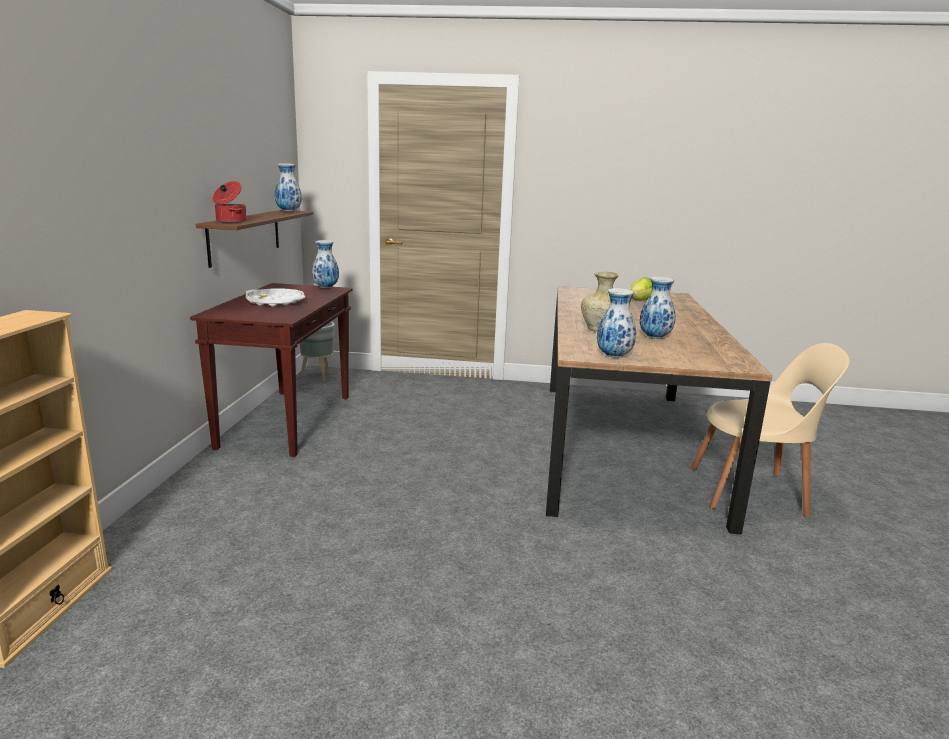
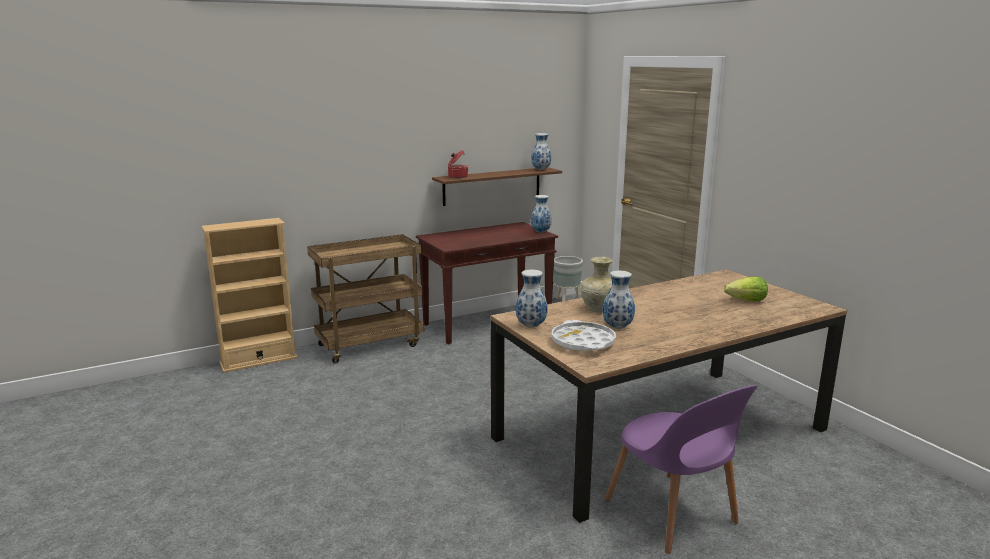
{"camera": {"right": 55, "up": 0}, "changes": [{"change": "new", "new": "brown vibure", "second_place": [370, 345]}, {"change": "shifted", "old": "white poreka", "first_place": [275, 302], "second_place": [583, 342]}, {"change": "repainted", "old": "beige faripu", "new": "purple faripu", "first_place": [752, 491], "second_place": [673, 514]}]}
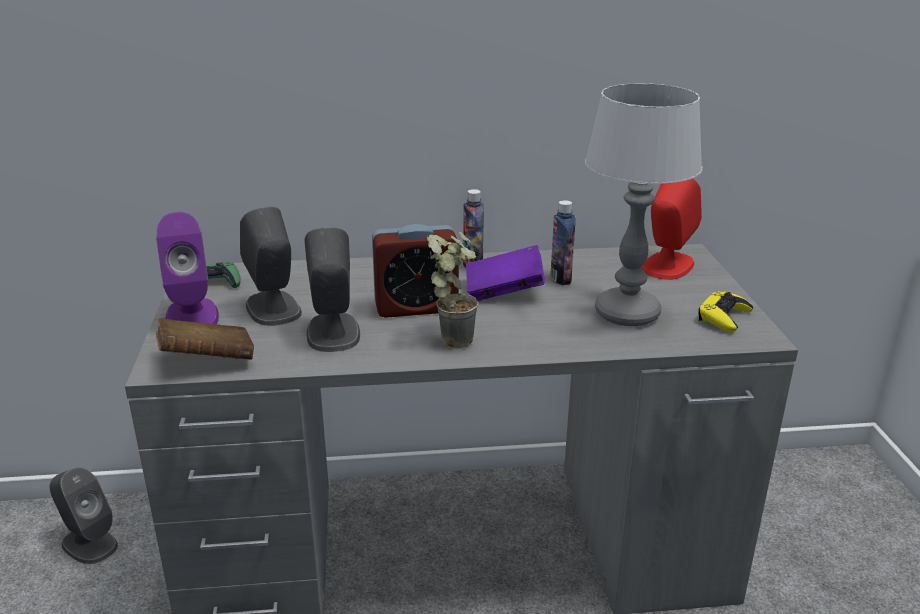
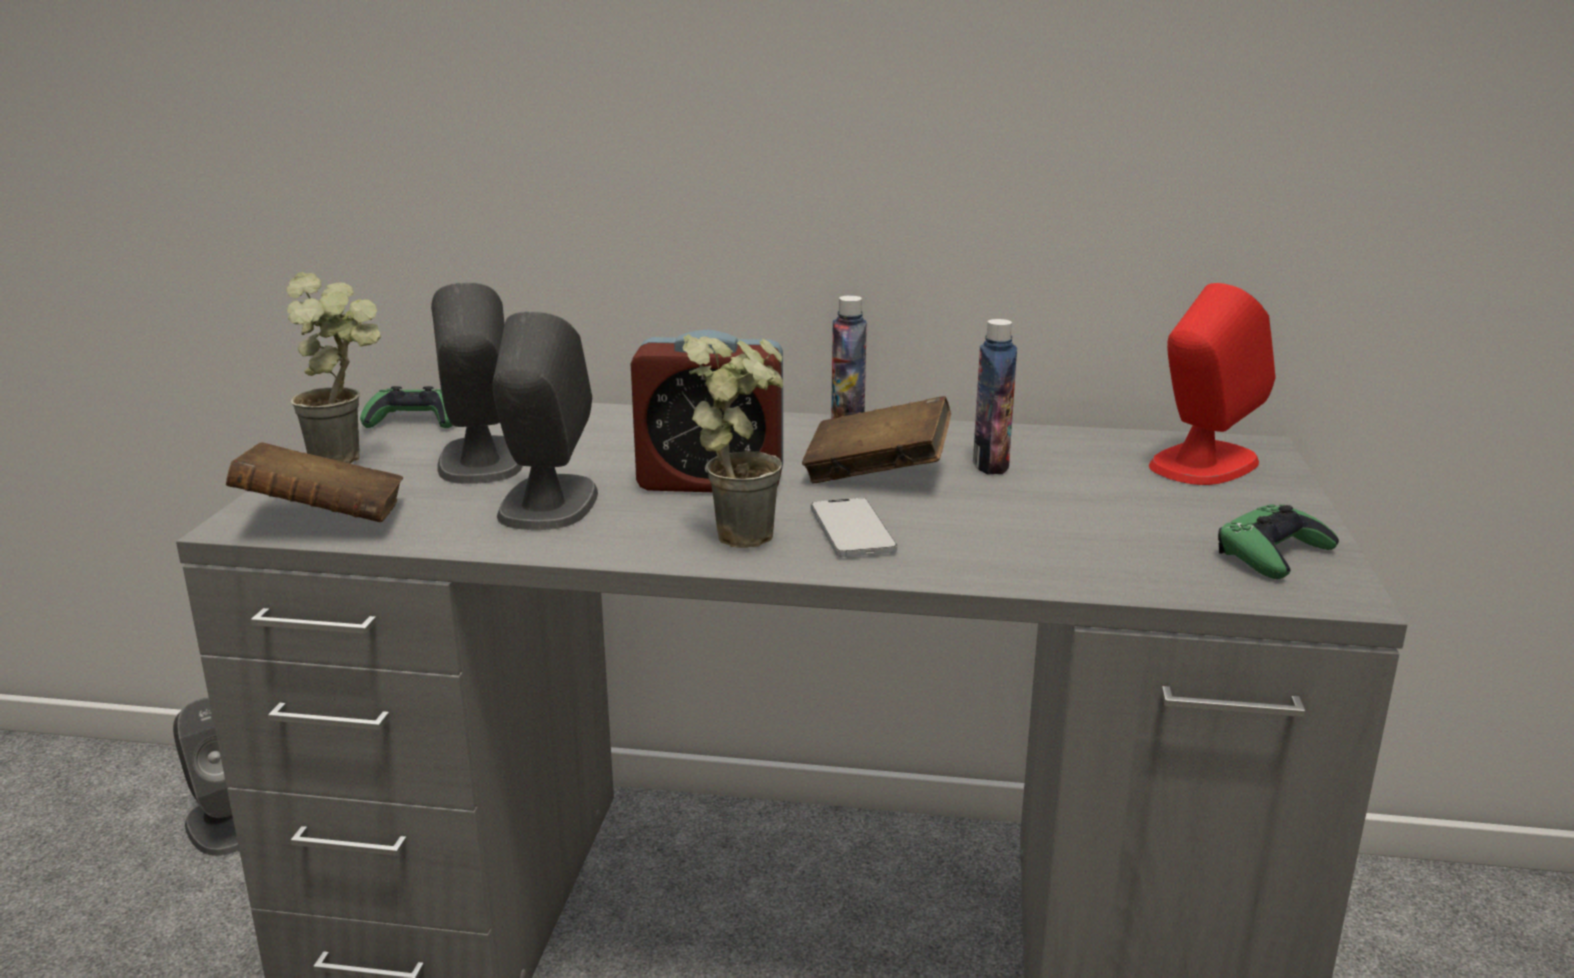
{"camera": {"right": 15, "up": -5}, "changes": [{"change": "swapped", "old": "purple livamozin", "new": "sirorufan", "first_place": [192, 316], "second_place": [351, 459]}, {"change": "repainted", "old": "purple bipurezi", "new": "brown bipurezi", "first_place": [504, 292], "second_place": [876, 474]}, {"change": "new", "new": "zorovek", "second_place": [852, 530]}, {"change": "repainted", "old": "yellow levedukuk", "new": "green levedukuk", "first_place": [723, 317], "second_place": [1273, 554]}, {"change": "gone", "old": "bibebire", "first_place": [628, 314]}]}
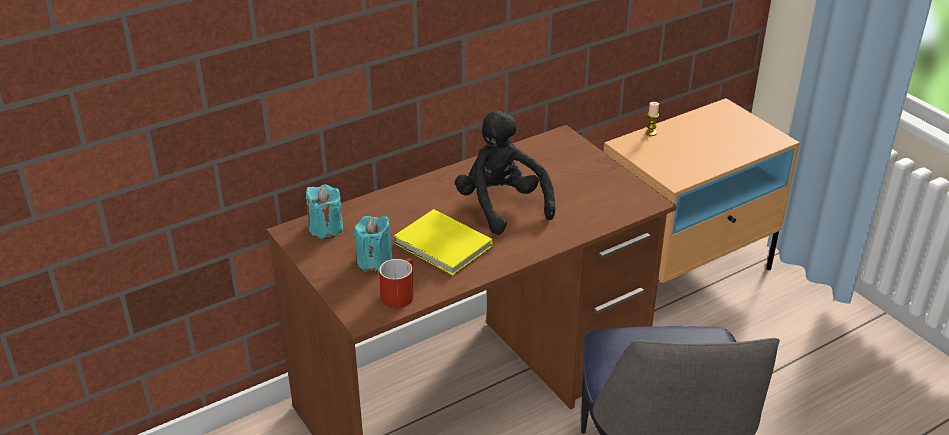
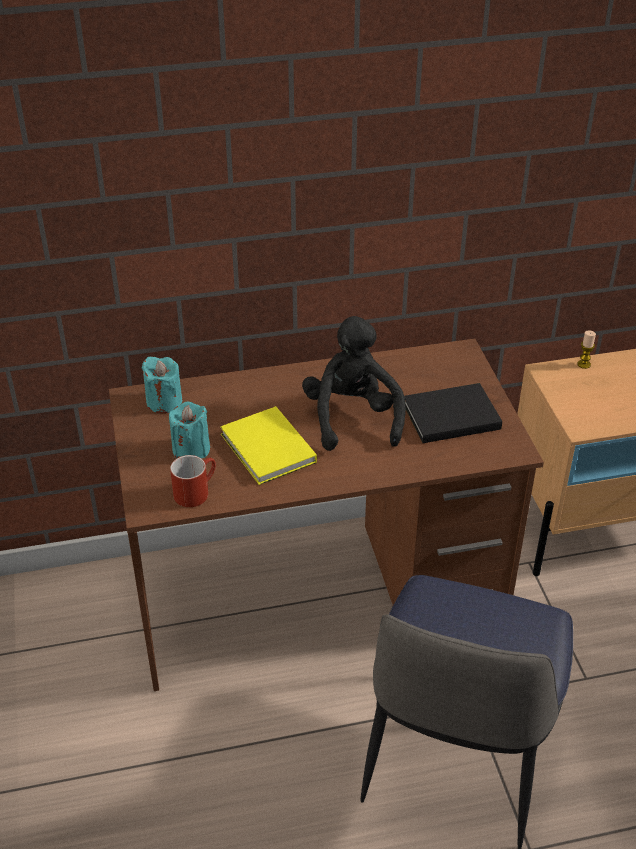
{"camera": {"right": 20, "up": 5}, "changes": [{"change": "new", "new": "black bipurezi", "second_place": [448, 416]}]}
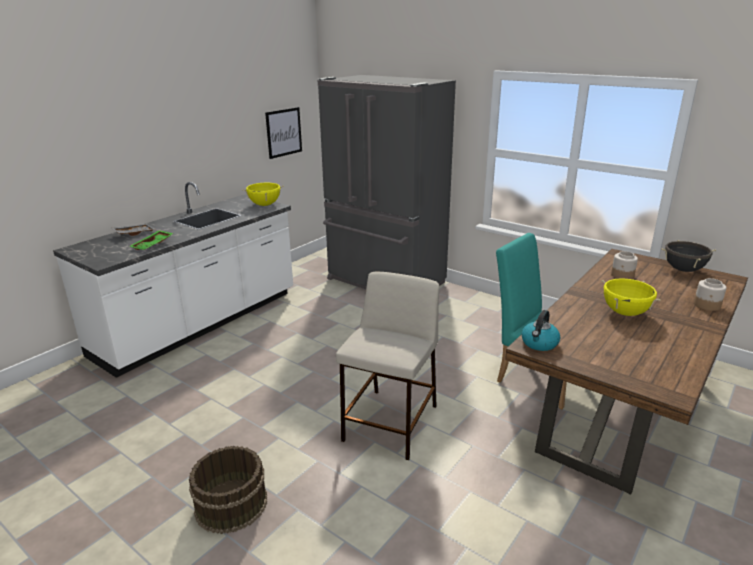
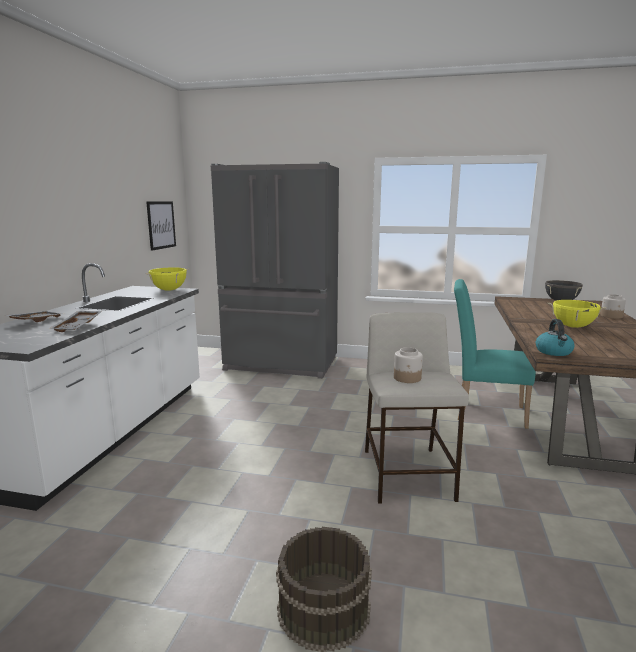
{"camera": {"right": -25, "up": -10}, "changes": [{"change": "repainted", "old": "green poreka", "new": "grey poreka", "first_place": [153, 245], "second_place": [78, 326]}, {"change": "shifted", "old": "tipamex", "first_place": [622, 275], "second_place": [407, 378]}]}
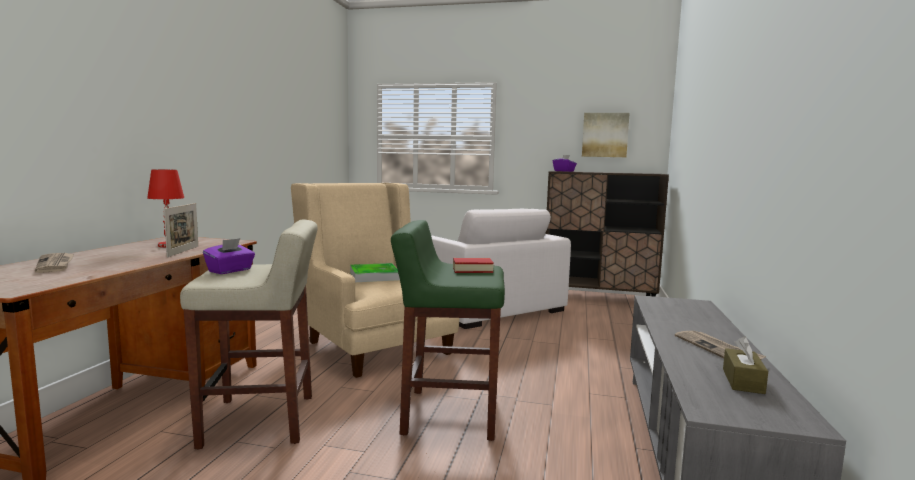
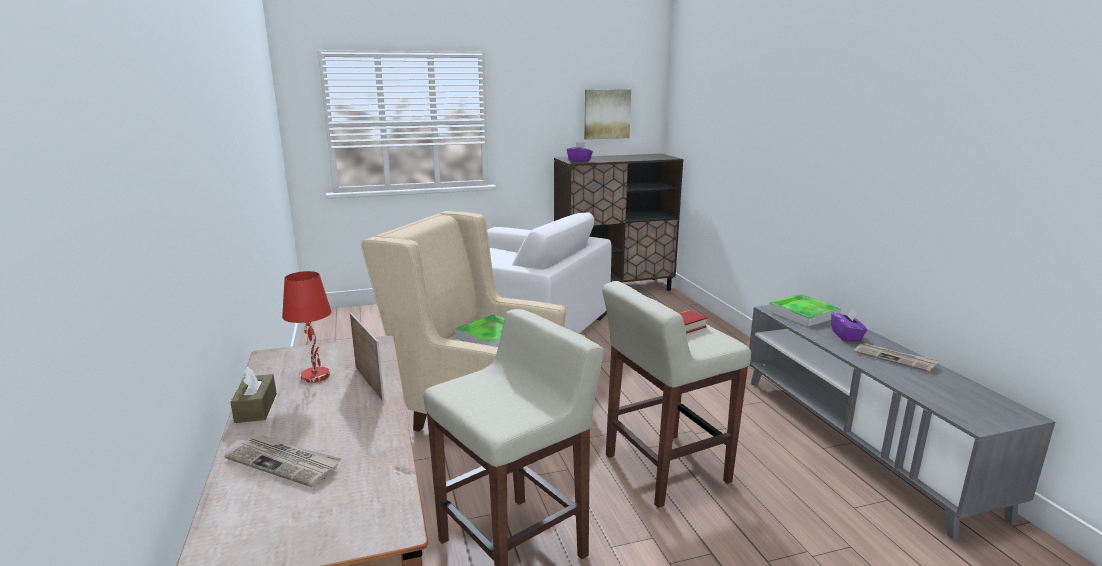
{"camera": {"right": -30, "up": 10}, "changes": [{"change": "shifted", "old": "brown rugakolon", "first_place": [743, 381], "second_place": [256, 408]}, {"change": "repainted", "old": "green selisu", "new": "beige selisu", "first_place": [448, 414], "second_place": [664, 469]}, {"change": "new", "new": "poreka", "second_place": [803, 314]}, {"change": "shifted", "old": "purple rugakolon", "first_place": [230, 270], "second_place": [846, 336]}]}
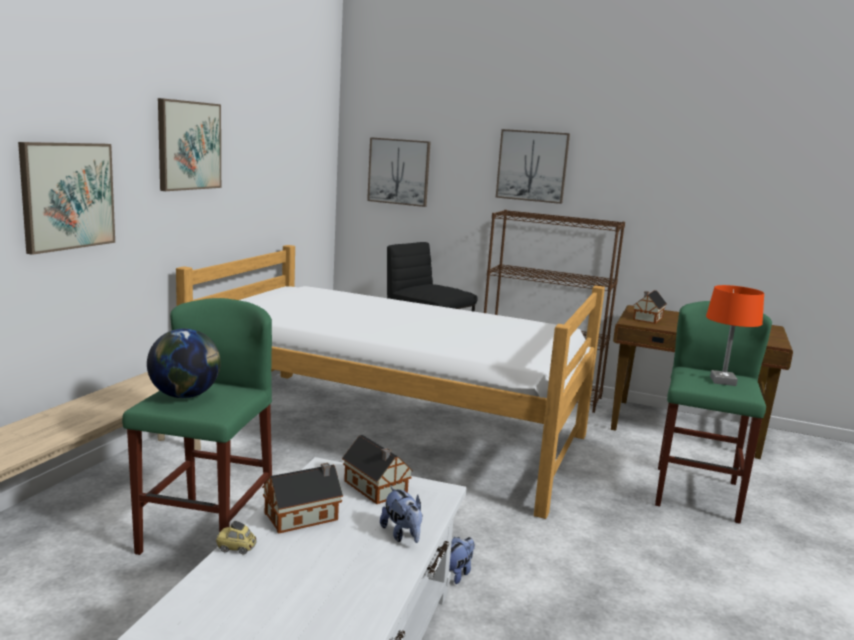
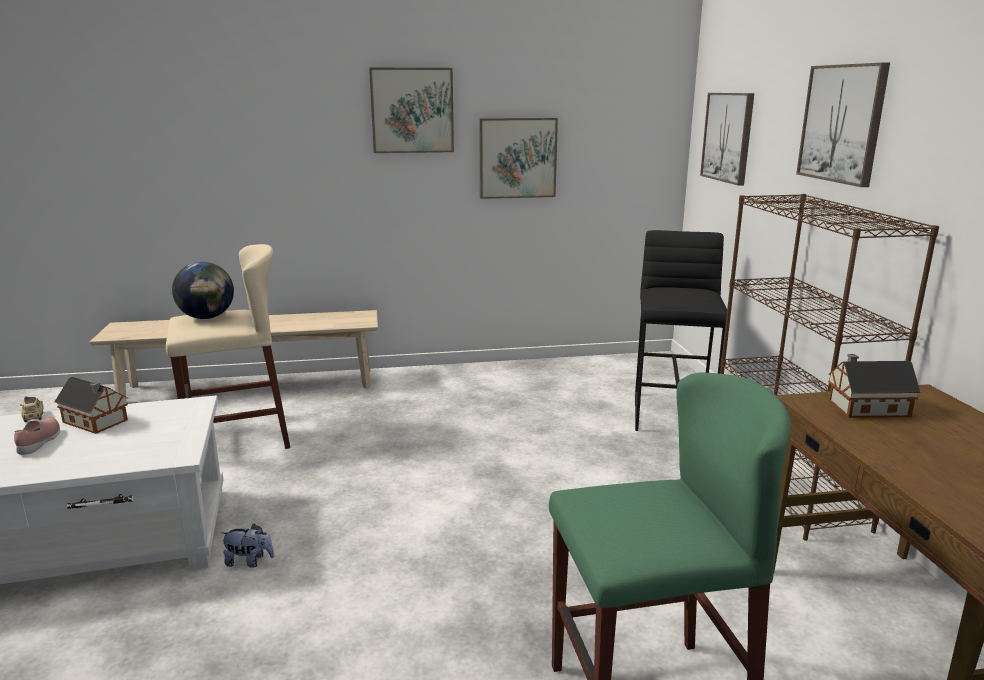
{"camera": {"right": 60, "up": 5}, "changes": [{"change": "new", "new": "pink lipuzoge", "second_place": [40, 442]}, {"change": "repainted", "old": "green selisu", "new": "beige selisu", "first_place": [207, 532], "second_place": [238, 438]}, {"change": "shifted", "old": "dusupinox", "first_place": [67, 196], "second_place": [517, 158]}, {"change": "gone", "old": "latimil", "first_place": [389, 431]}, {"change": "gone", "old": "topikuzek", "first_place": [376, 488]}, {"change": "gone", "old": "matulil", "first_place": [402, 535]}, {"change": "gone", "old": "orange bibebire", "first_place": [722, 381]}]}
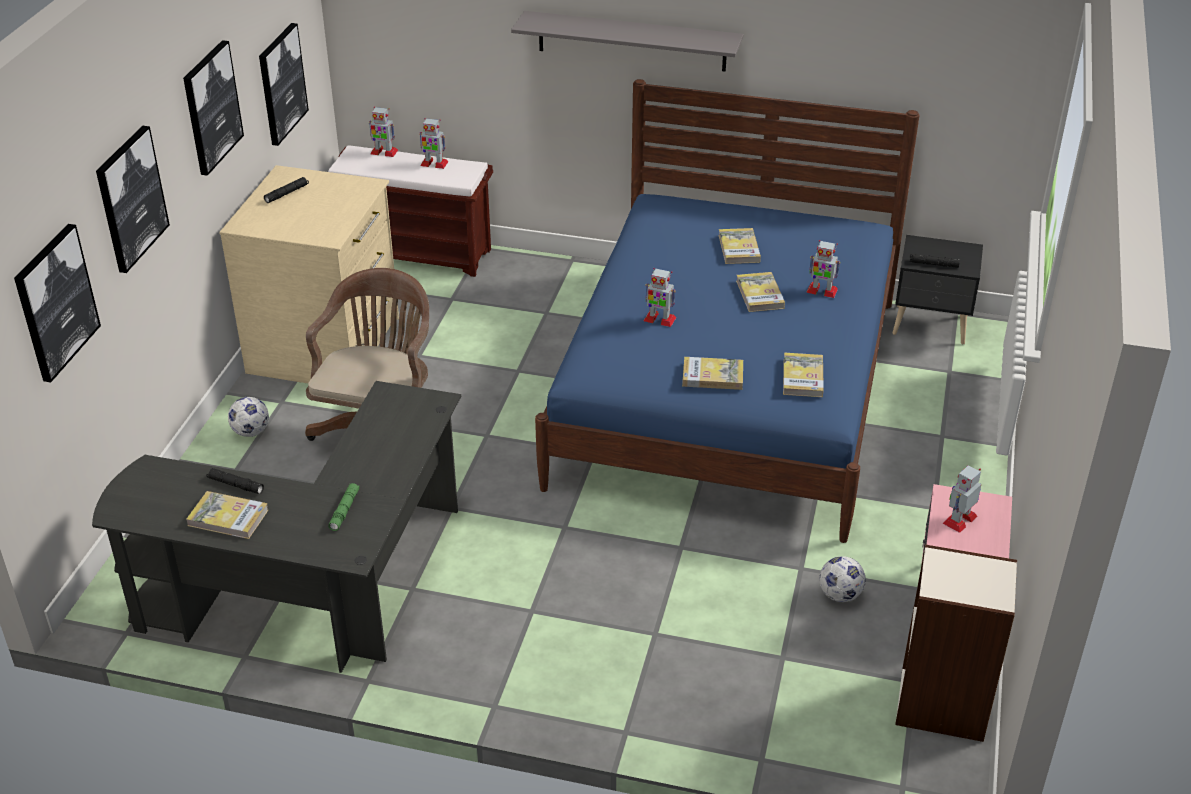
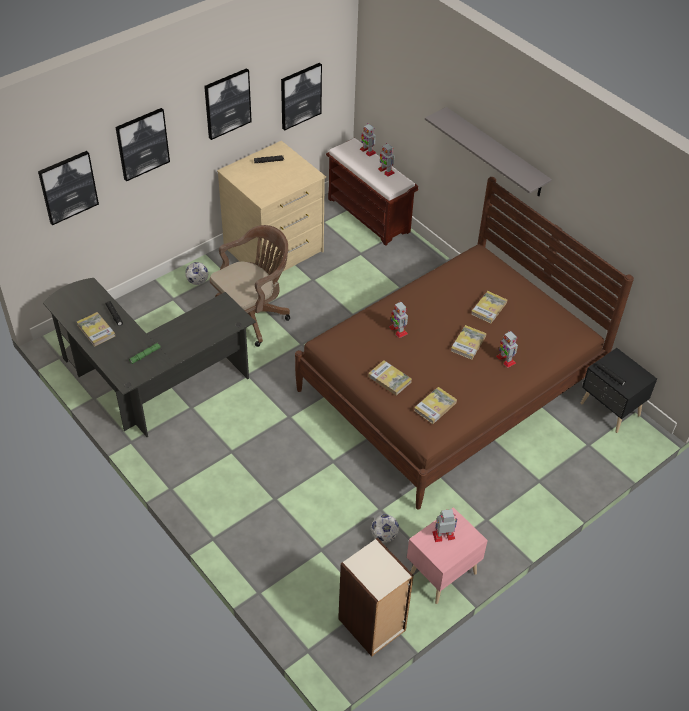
{"camera": {"right": 35, "up": 10}, "changes": [{"change": "repainted", "old": "blue latimil", "new": "brown latimil", "first_place": [728, 391], "second_place": [449, 386]}]}
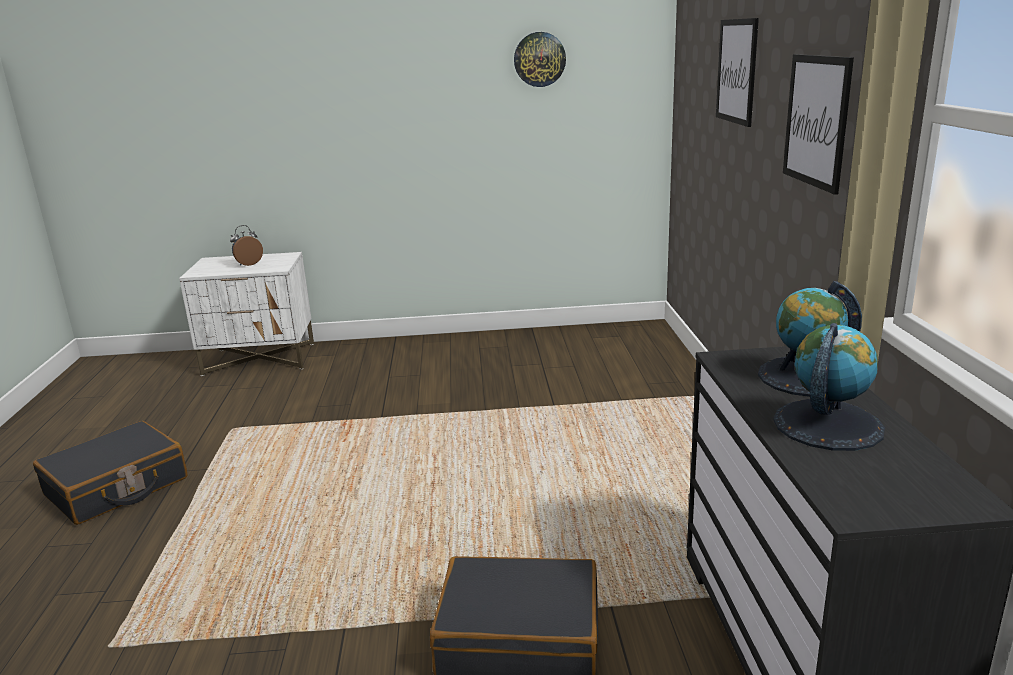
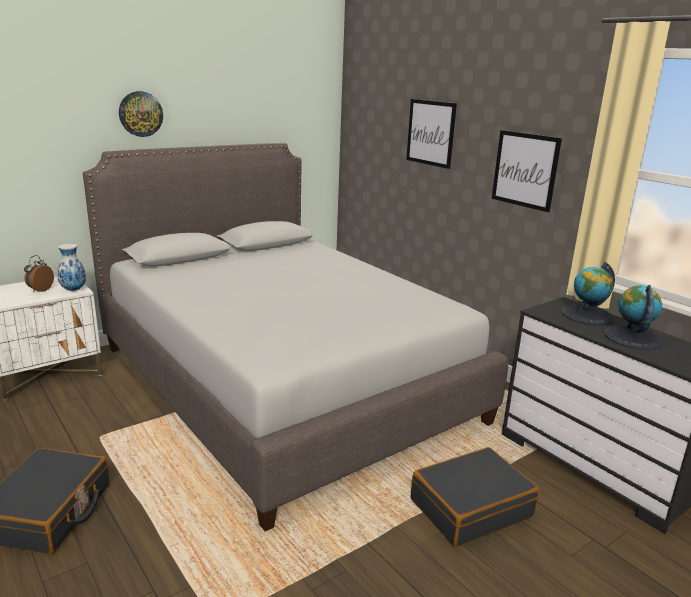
{"camera": {"right": -35, "up": 0}, "changes": [{"change": "new", "new": "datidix", "second_place": [73, 290]}, {"change": "new", "new": "grey latimil", "second_place": [283, 382]}, {"change": "shifted", "old": "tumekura", "first_place": [539, 59], "second_place": [140, 114]}]}
